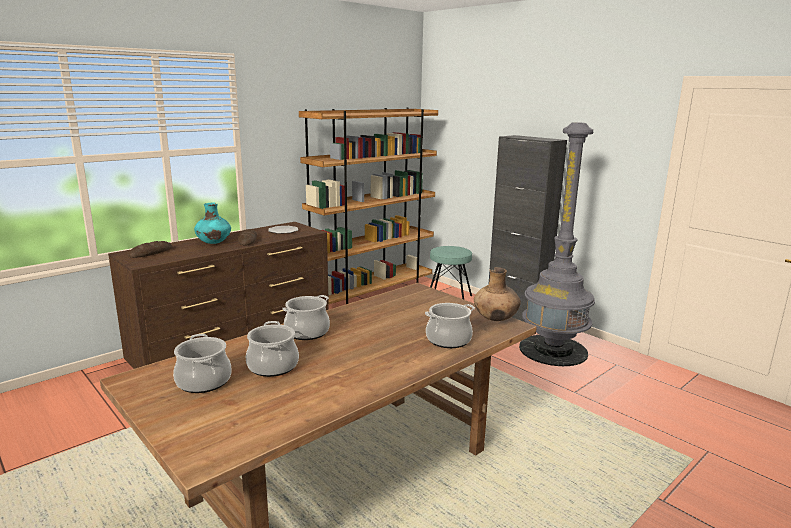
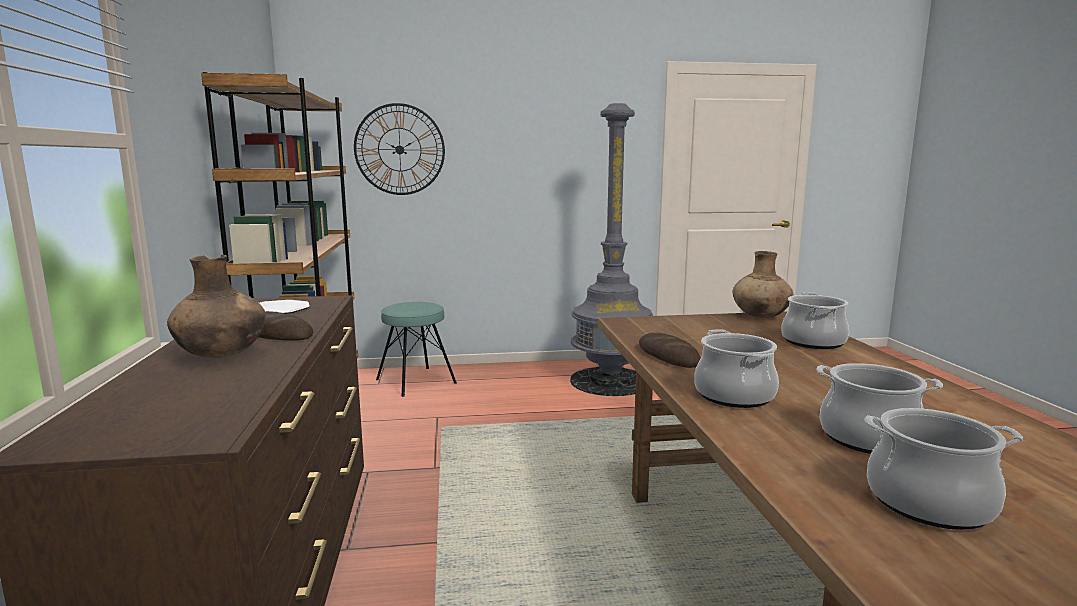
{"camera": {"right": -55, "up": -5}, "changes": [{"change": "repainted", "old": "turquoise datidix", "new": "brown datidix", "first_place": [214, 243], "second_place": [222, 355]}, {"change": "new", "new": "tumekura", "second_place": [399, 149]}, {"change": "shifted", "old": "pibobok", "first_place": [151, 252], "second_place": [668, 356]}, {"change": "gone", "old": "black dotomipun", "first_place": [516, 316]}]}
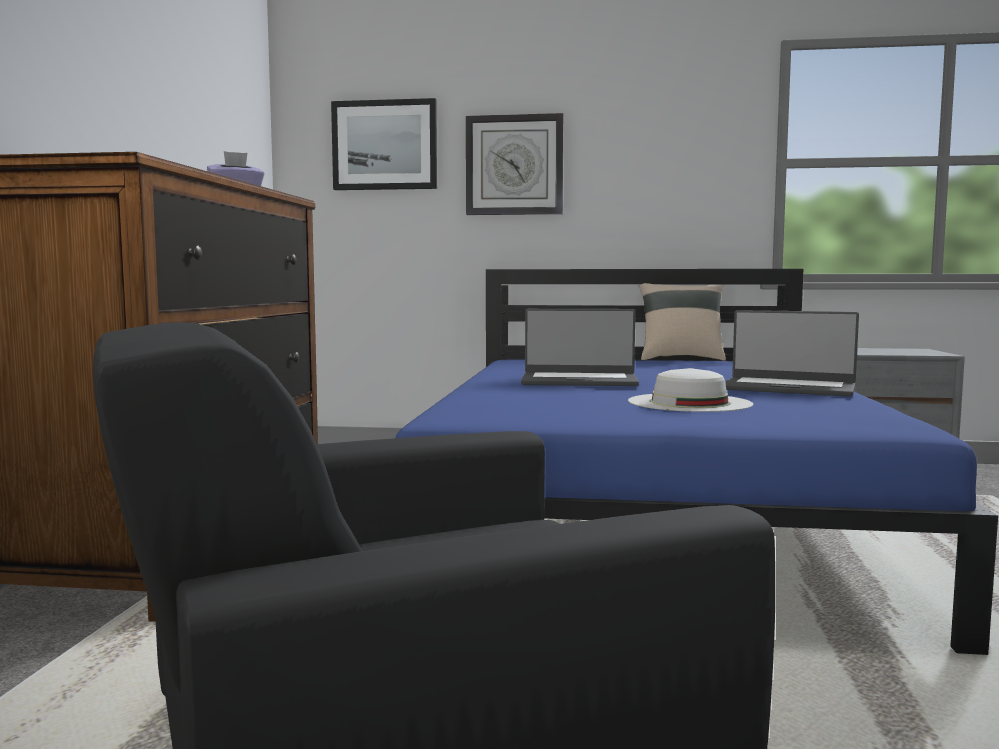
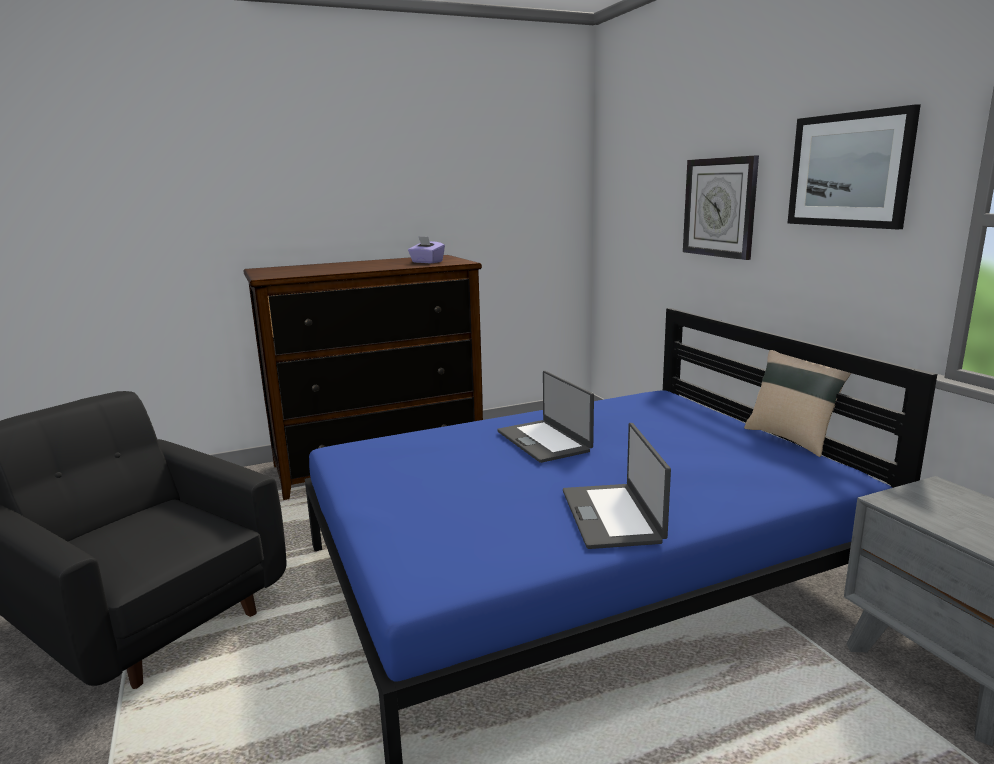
{"camera": {"right": 60, "up": 10}, "changes": [{"change": "shifted", "old": "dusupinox", "first_place": [384, 145], "second_place": [849, 170]}, {"change": "gone", "old": "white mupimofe", "first_place": [689, 402]}]}
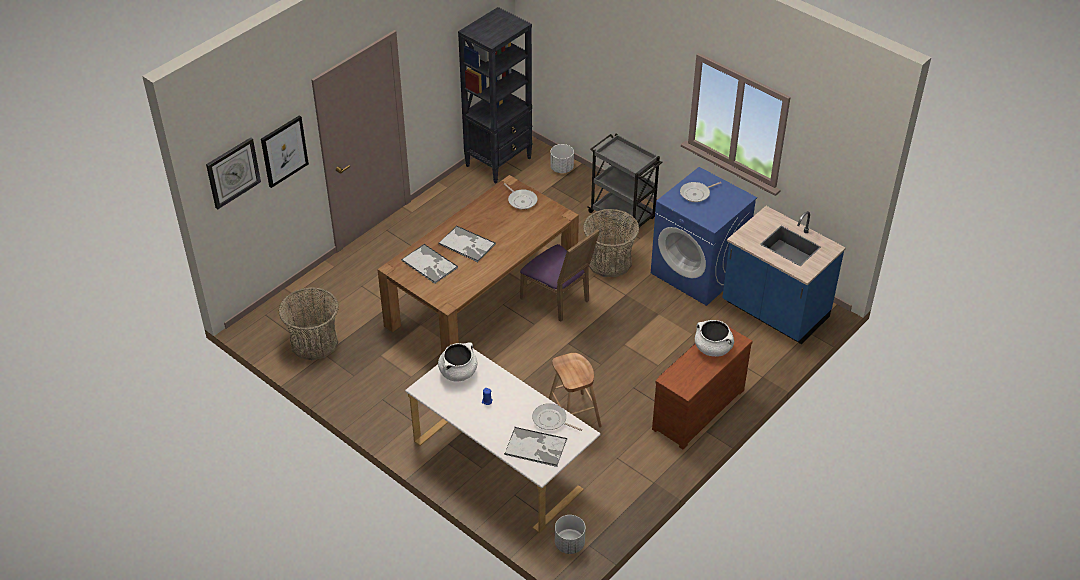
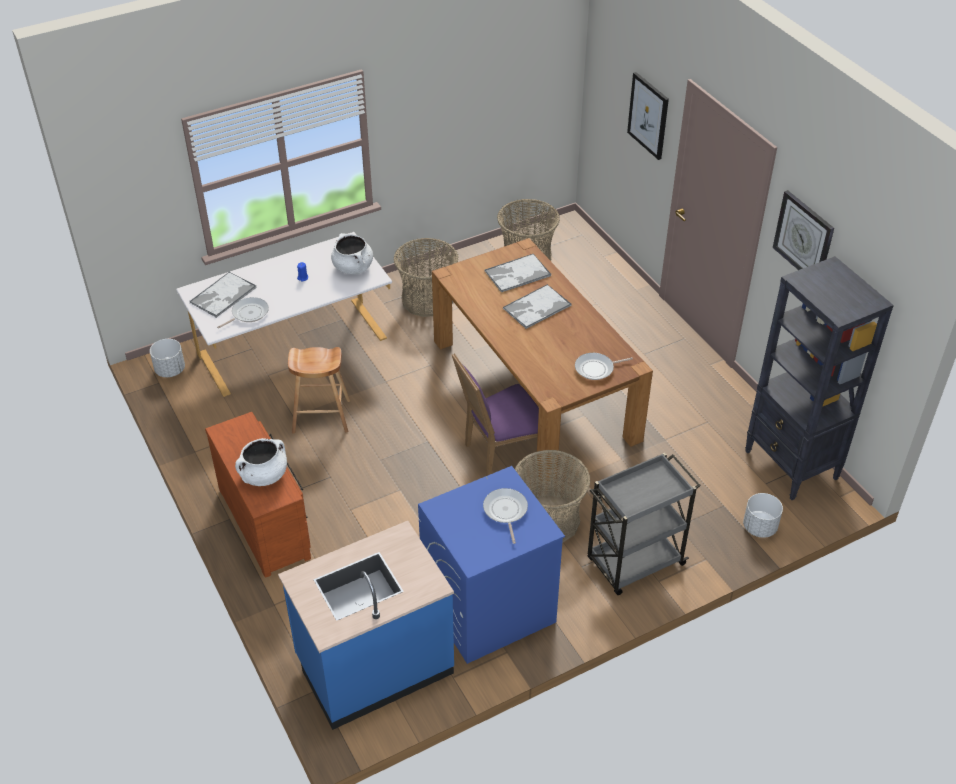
{"camera": {"right": 110, "up": 0}, "changes": [{"change": "new", "new": "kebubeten", "second_place": [427, 299]}, {"change": "shifted", "old": "tumekura", "first_place": [233, 172], "second_place": [804, 237]}]}
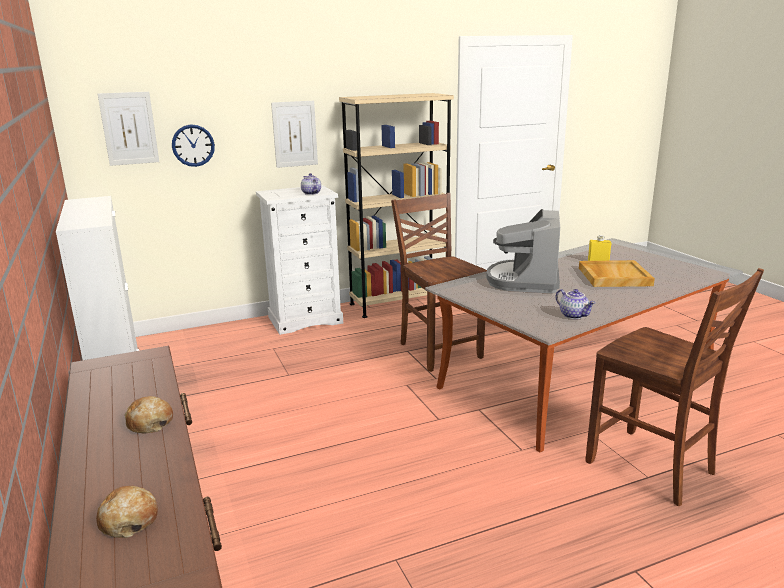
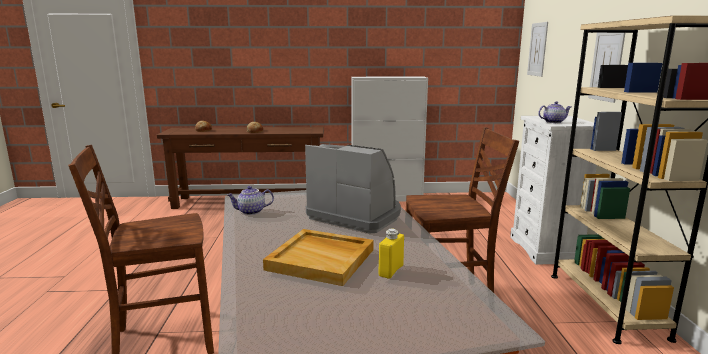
{"camera": {"right": 110, "up": -5}, "changes": [{"change": "gone", "old": "tumekura", "first_place": [193, 145]}]}
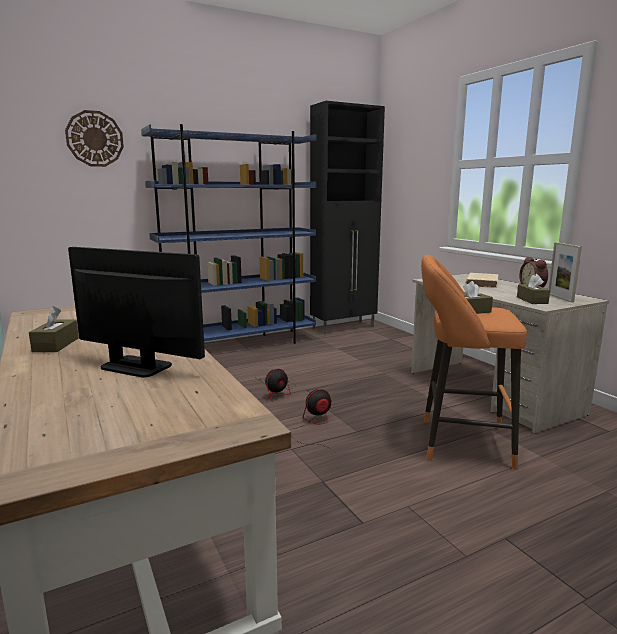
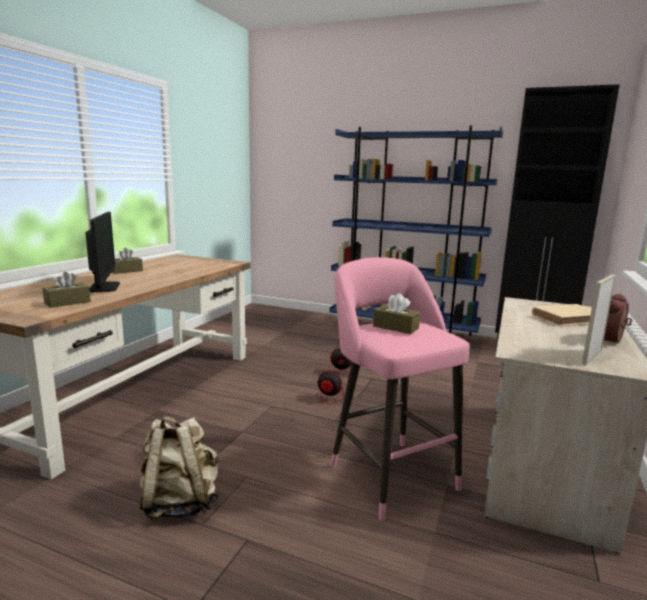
{"camera": {"right": 50, "up": 0}, "changes": [{"change": "shifted", "old": "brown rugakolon", "first_place": [532, 300], "second_place": [67, 302]}, {"change": "new", "new": "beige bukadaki", "second_place": [180, 503]}, {"change": "repainted", "old": "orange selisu", "new": "pink selisu", "first_place": [459, 442], "second_place": [388, 473]}, {"change": "gone", "old": "tumekura", "first_place": [95, 139]}]}
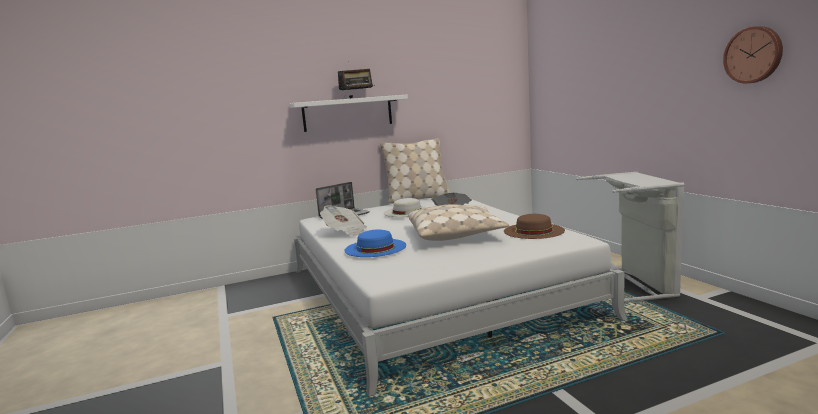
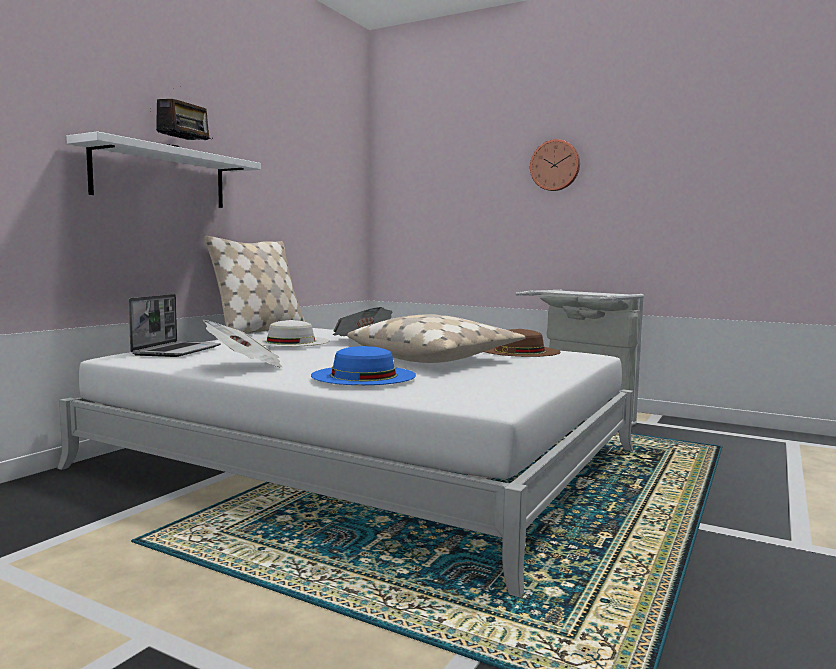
{"camera": {"right": -40, "up": -5}, "changes": [{"change": "shifted", "old": "tumekura", "first_place": [753, 55], "second_place": [555, 165]}]}
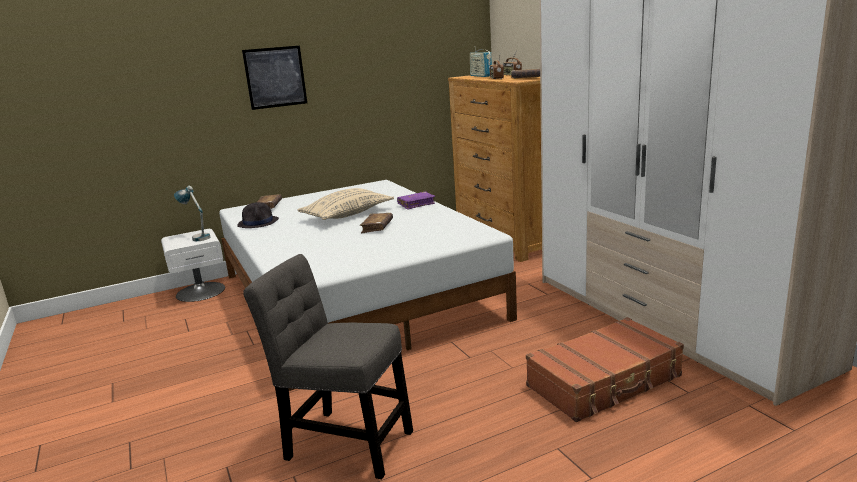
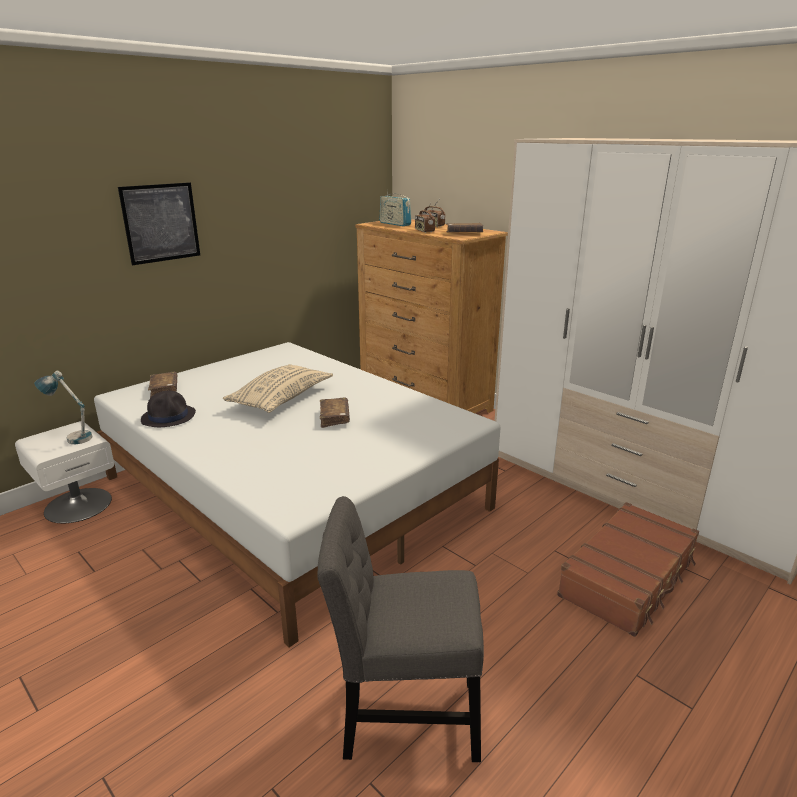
{"camera": {"right": -20, "up": 5}, "changes": [{"change": "gone", "old": "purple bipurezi", "first_place": [416, 204]}]}
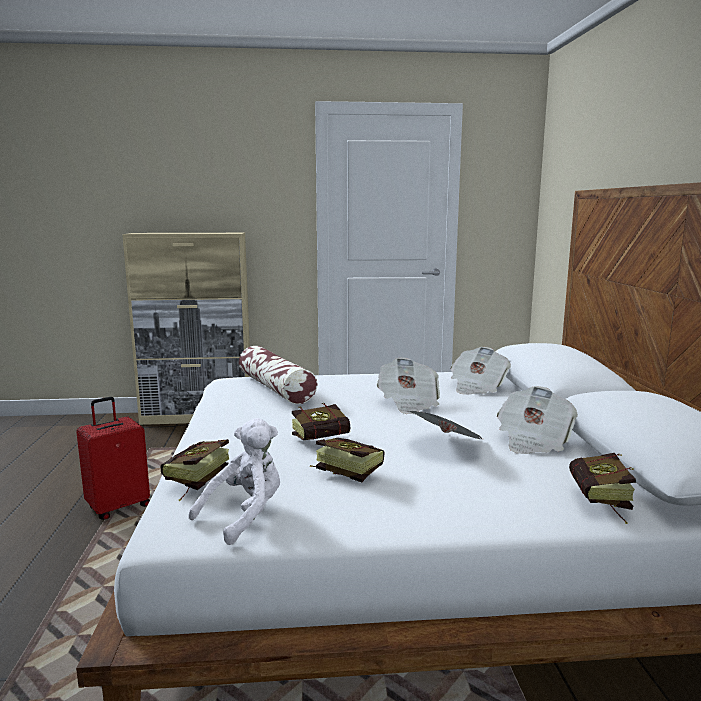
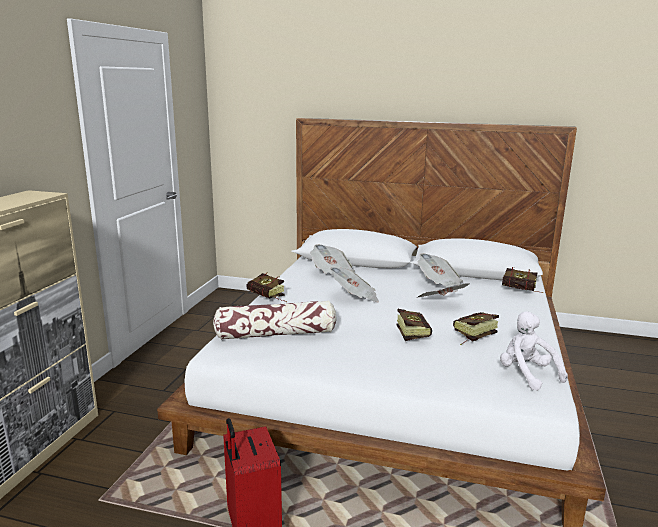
{"camera": {"right": -70, "up": 5}, "changes": [{"change": "shifted", "old": "bipurezi", "first_place": [193, 483], "second_place": [268, 298]}]}
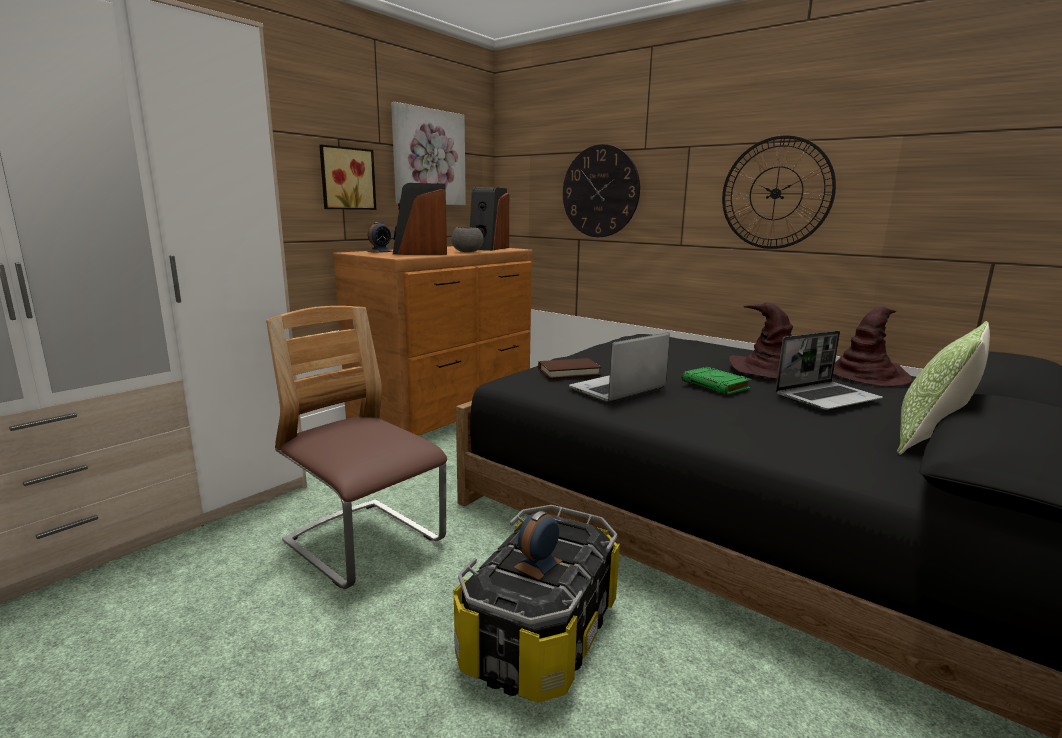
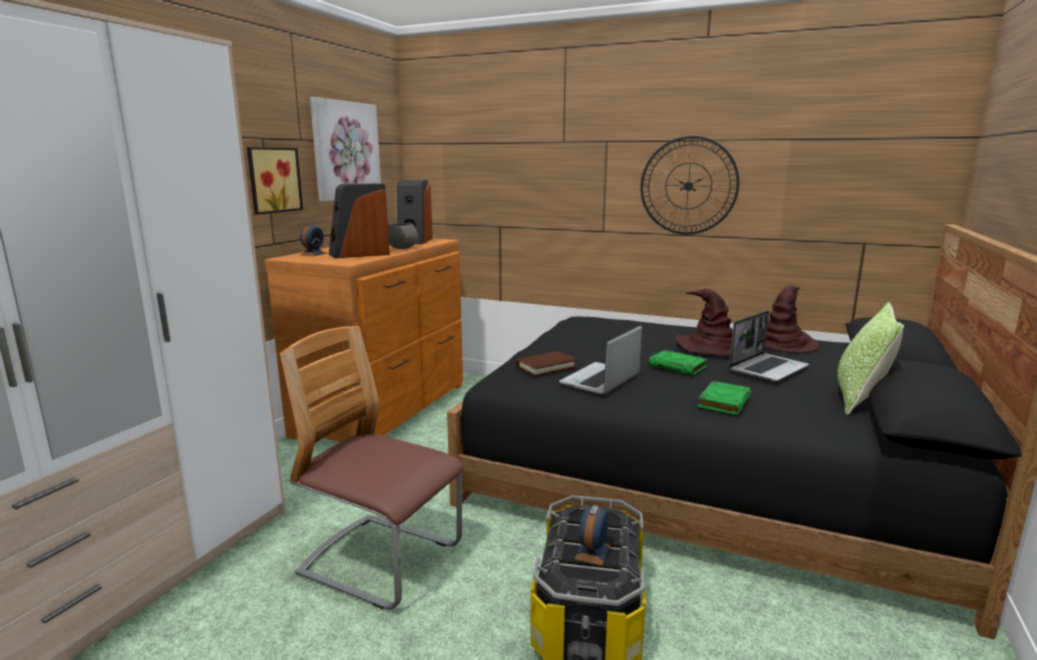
{"camera": {"right": -15, "up": 0}, "changes": [{"change": "new", "new": "green bipurezi", "second_place": [724, 402]}, {"change": "gone", "old": "tumekura", "first_place": [600, 191]}]}
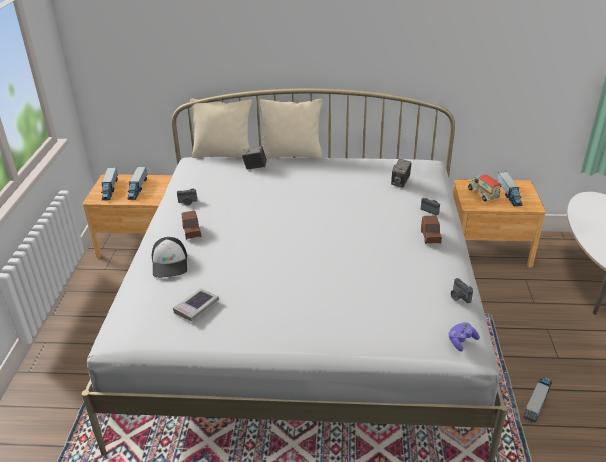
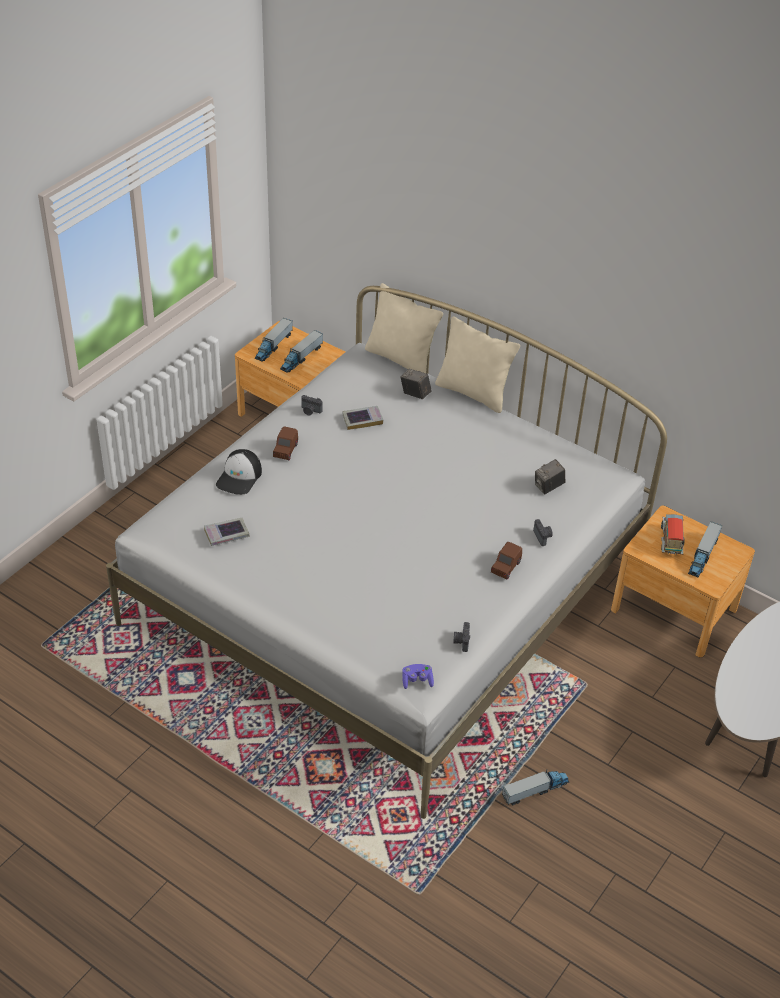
{"camera": {"right": 30, "up": 10}, "changes": [{"change": "new", "new": "bipurezi", "second_place": [362, 420]}]}
